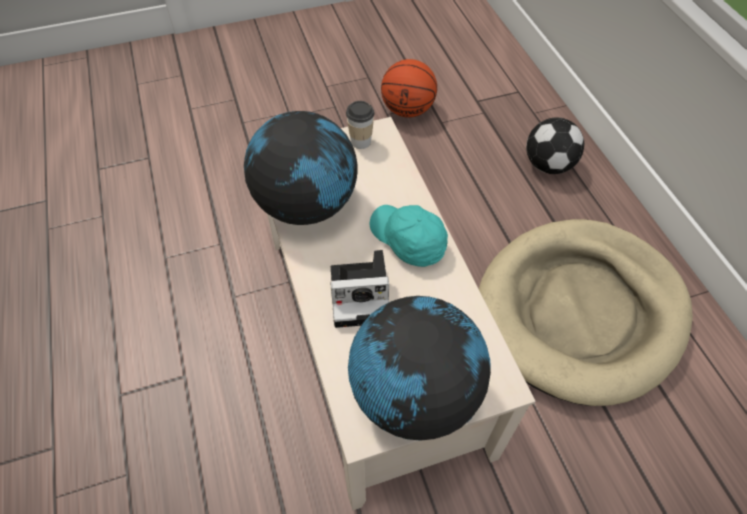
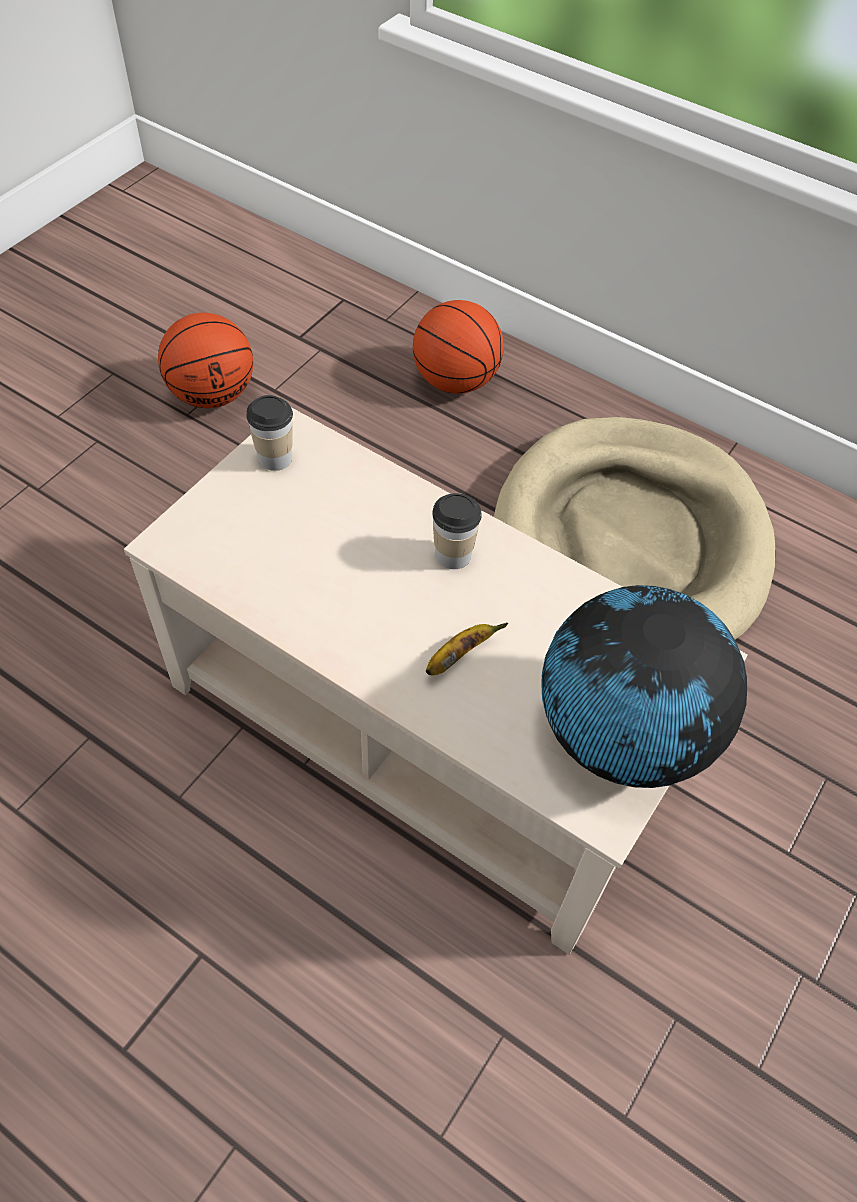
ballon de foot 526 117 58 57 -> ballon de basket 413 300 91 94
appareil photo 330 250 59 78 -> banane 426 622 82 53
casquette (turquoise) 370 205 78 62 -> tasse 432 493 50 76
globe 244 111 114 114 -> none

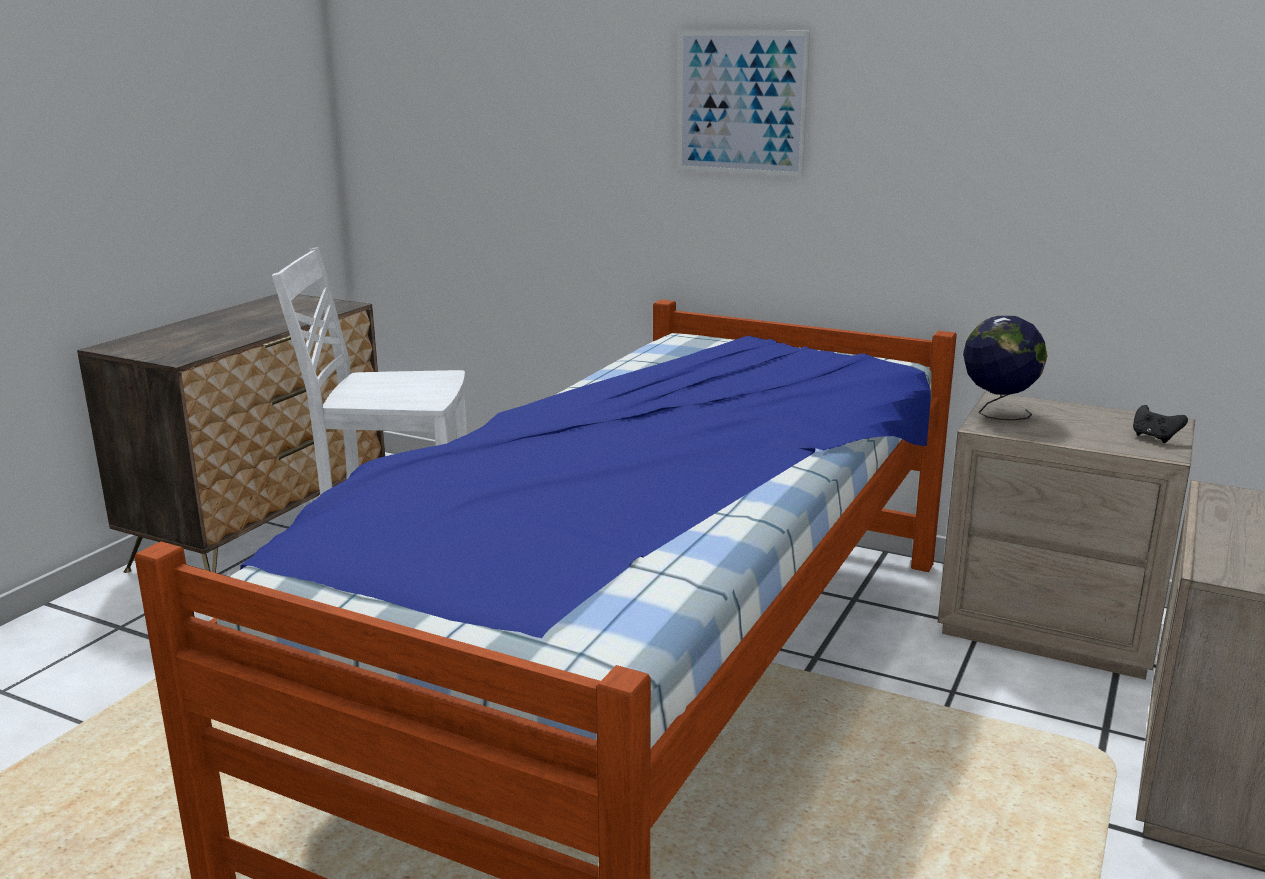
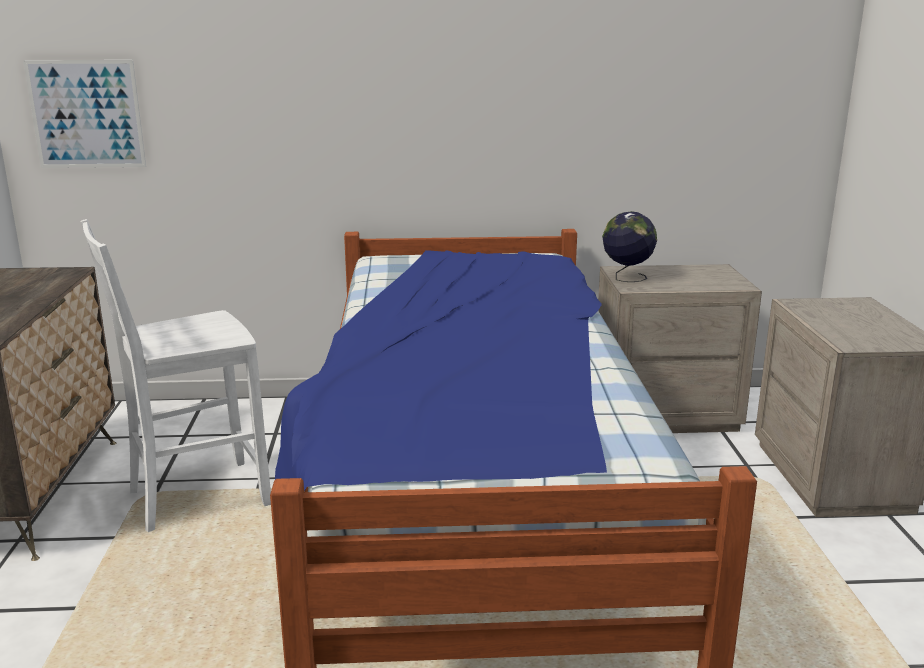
tableau 678 31 132 146 -> tableau 23 60 123 108, moved
manette (noir) 1133 405 55 38 -> none

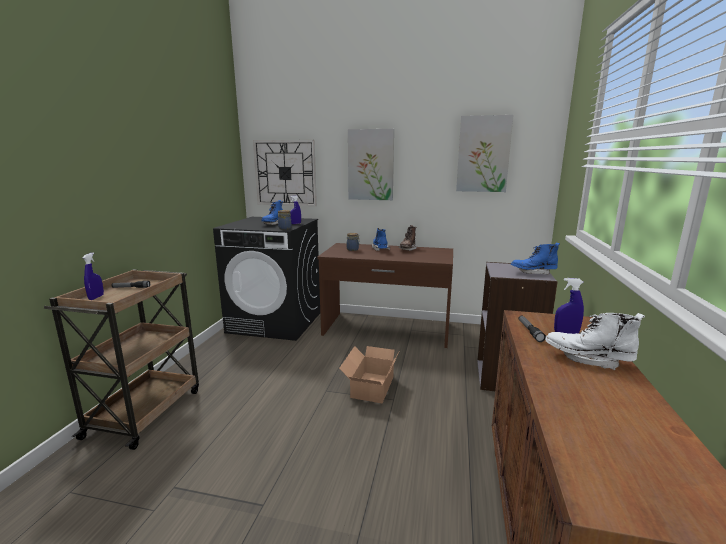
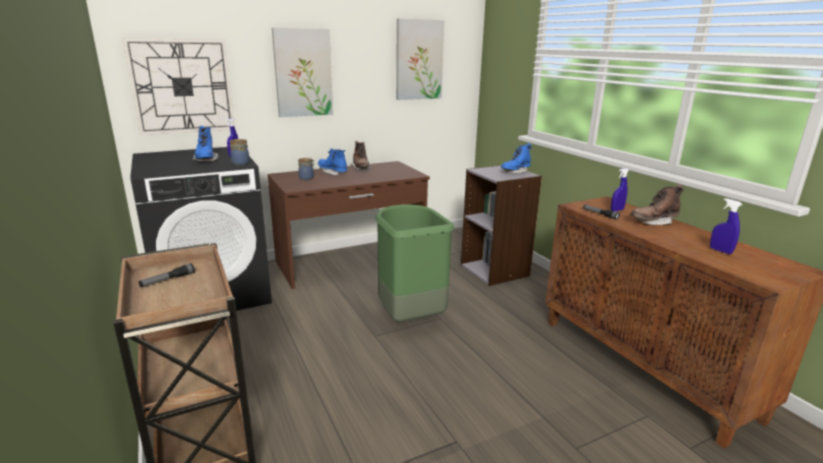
carton 339 346 61 58 -> poubelle (vert) 375 204 79 118
botte (blanc) 545 313 100 57 -> botte (marron) 630 184 54 41
vaporisateur (bleu) 83 253 21 47 -> vaporisateur (bleu) 710 198 32 56, moved

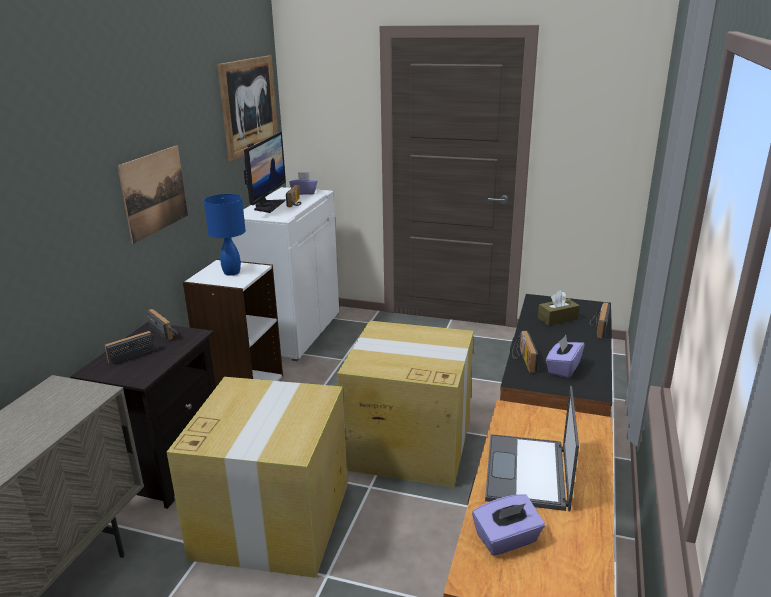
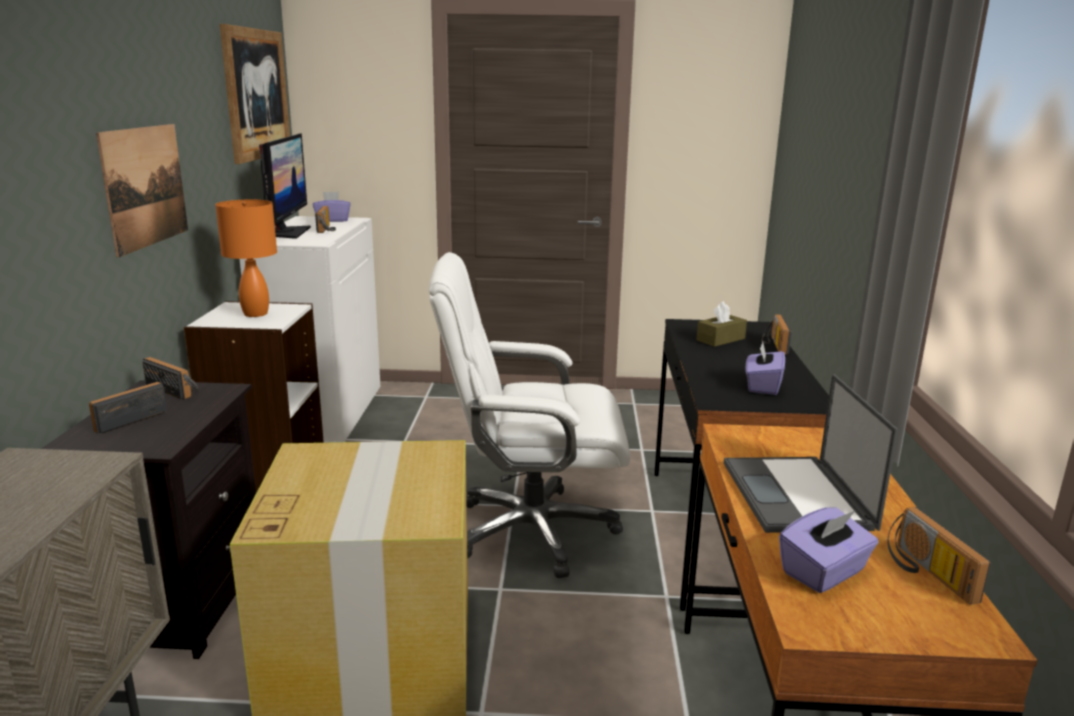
lampe de table (bleu) 204 194 42 82 -> lampe de table (orange) 215 199 62 118
carton 337 321 136 166 -> chaise de bureau (blanc) 429 252 201 326
radio 512 331 26 42 -> radio 888 507 103 98, moved

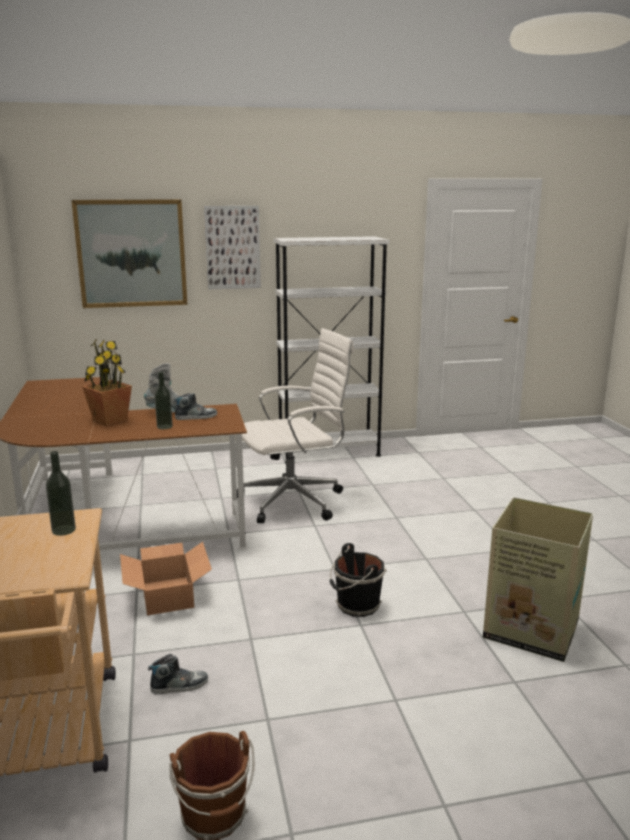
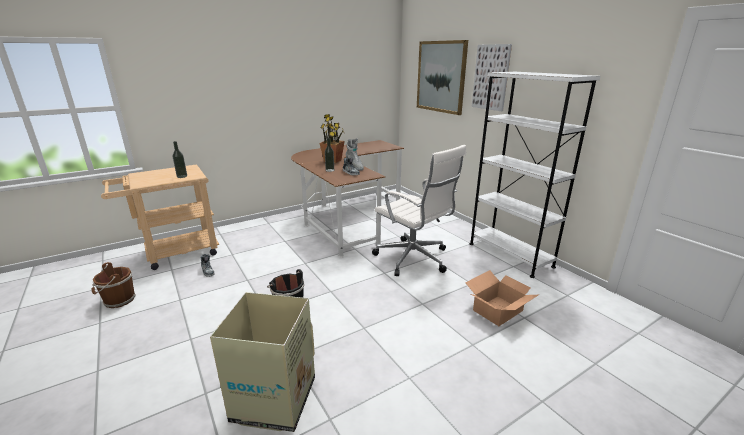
carton 120 542 92 74 -> carton 465 270 73 56, moved

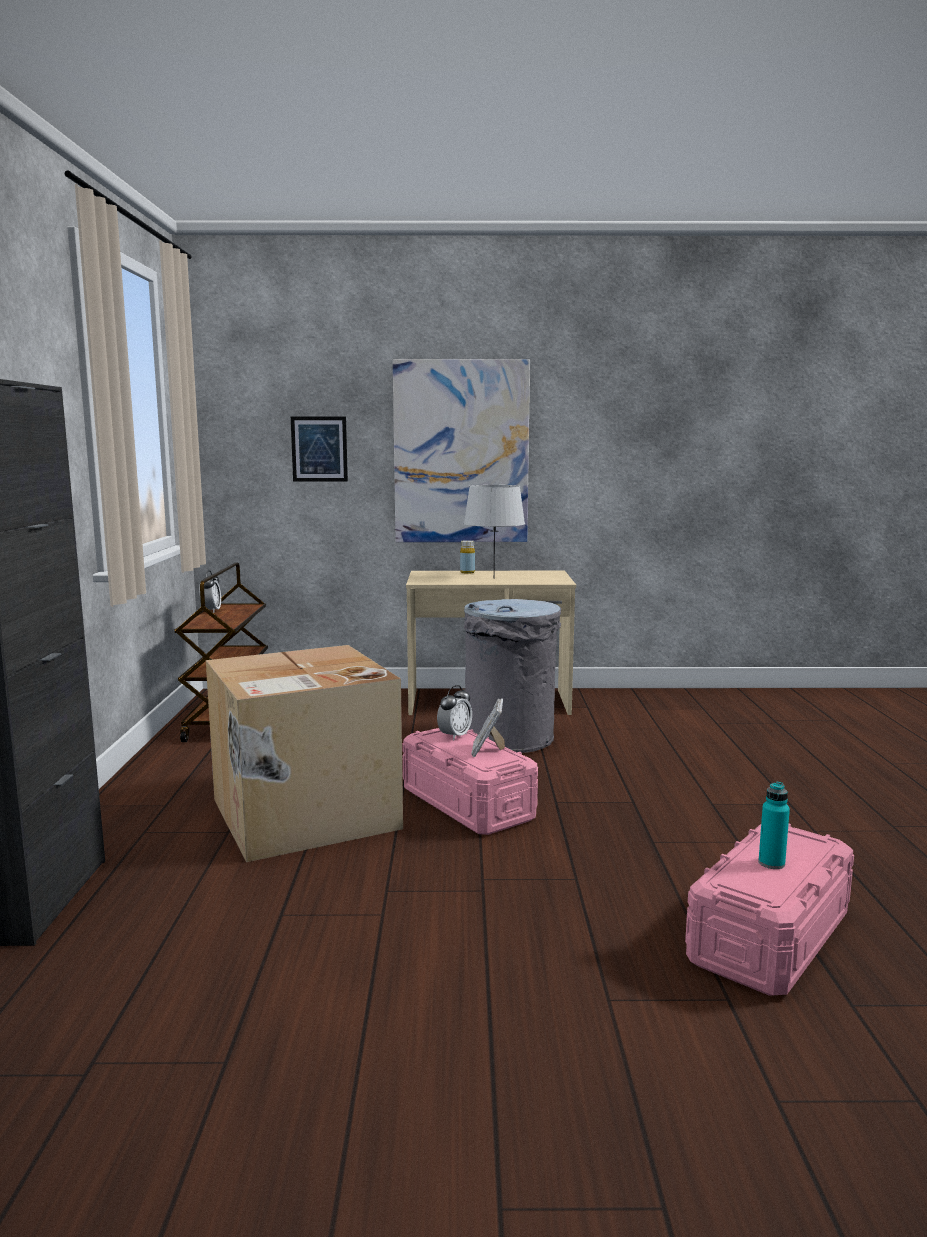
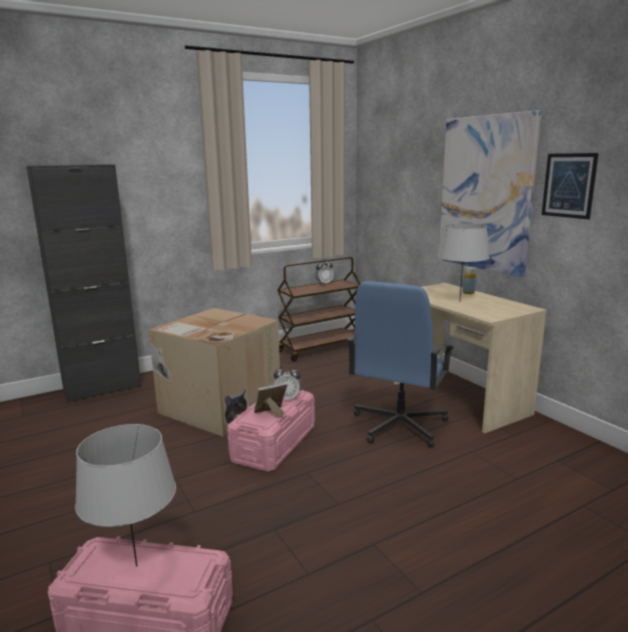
bouteille (turquoise) 758 782 32 87 -> lampe de table (gris) 75 424 101 143
poubelle (gris) 464 599 97 154 -> chaise de bureau (bleu) 347 281 106 166
tableau 291 417 57 64 -> tableau 542 153 57 66, moved

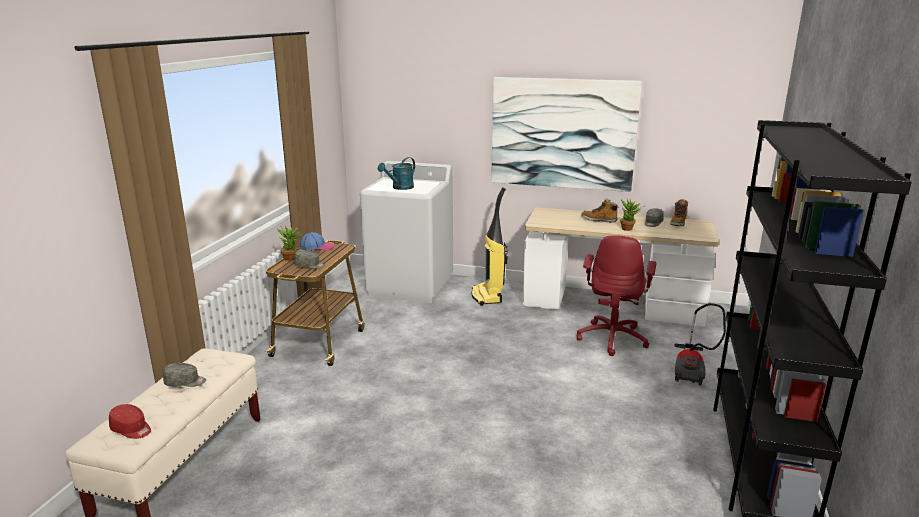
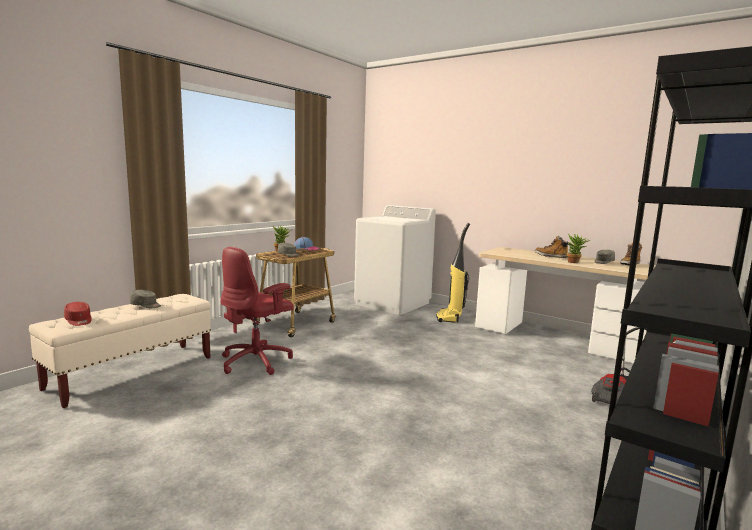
chaise de bureau (rouge) 576 235 81 121 -> chaise de bureau (rouge) 220 247 74 128, moved
arrosoir (turquoise) 378 157 37 33 -> none
tableau 491 77 151 115 -> none

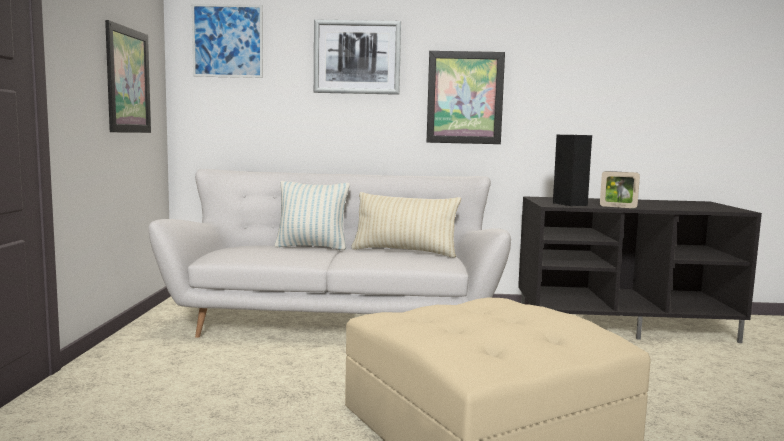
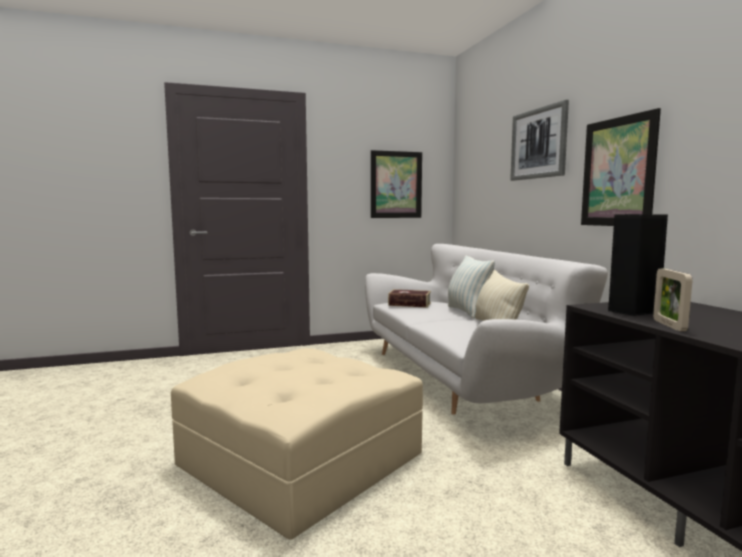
none -> livre 388 289 43 19
tableau 192 4 71 74 -> none

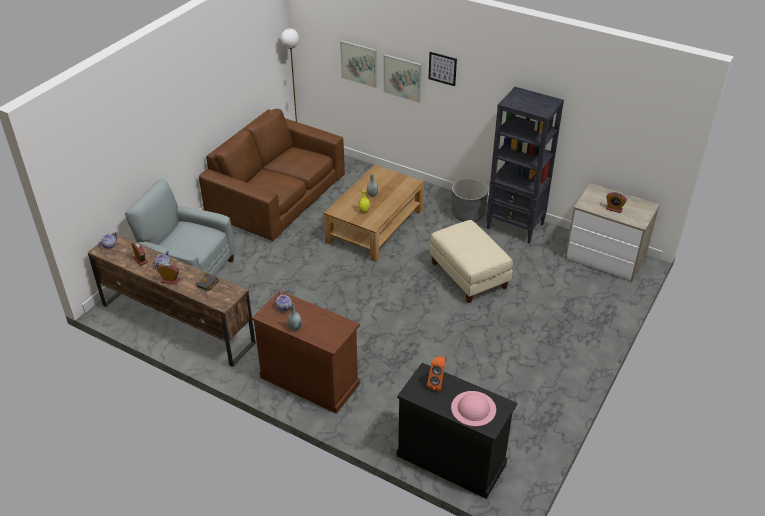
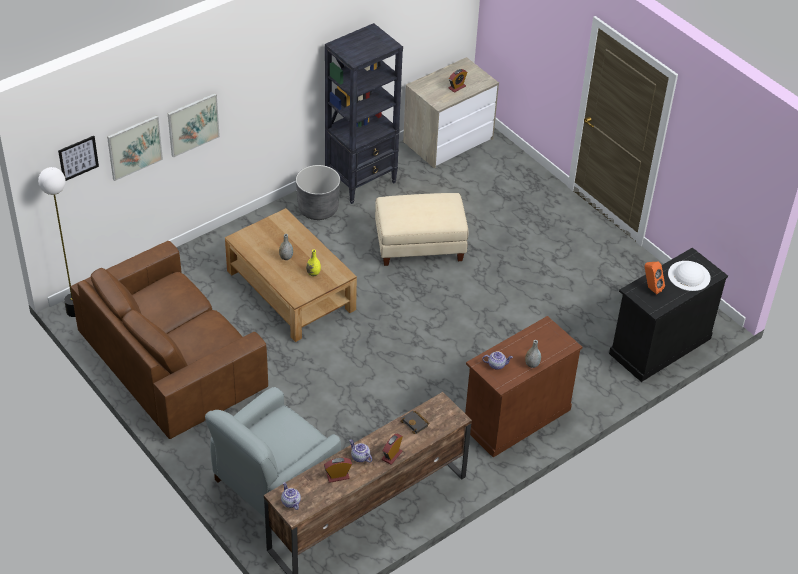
tableau 428 52 29 34 -> tableau 58 136 41 45, moved
chapeau (rose) 451 391 45 35 -> chapeau (blanc) 668 261 43 30

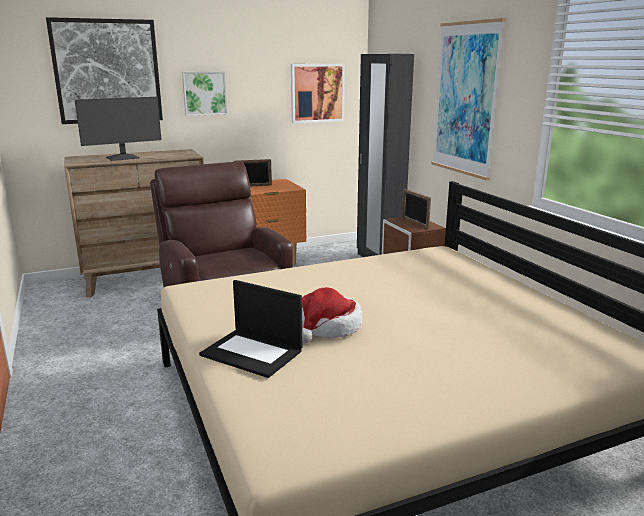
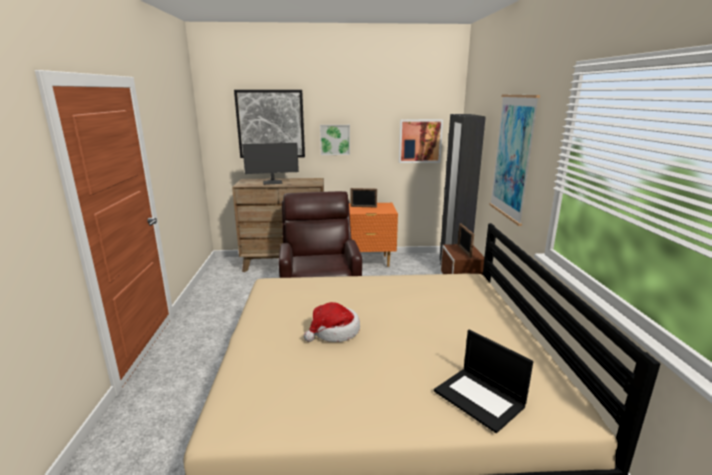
ordinateur portable 199 280 103 98 -> ordinateur portable 434 330 99 103, moved

